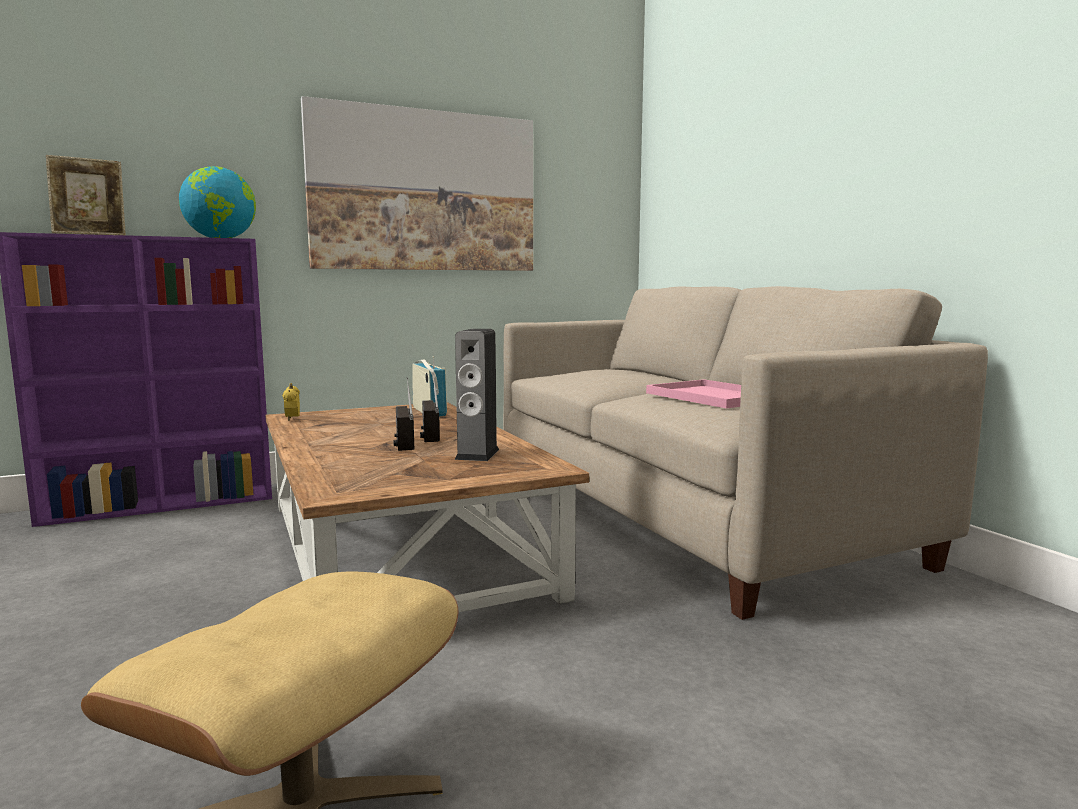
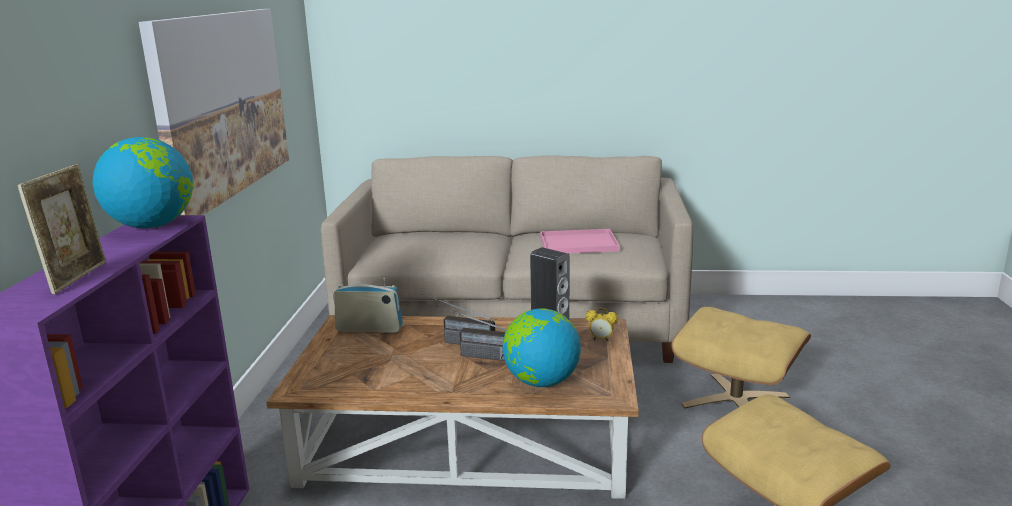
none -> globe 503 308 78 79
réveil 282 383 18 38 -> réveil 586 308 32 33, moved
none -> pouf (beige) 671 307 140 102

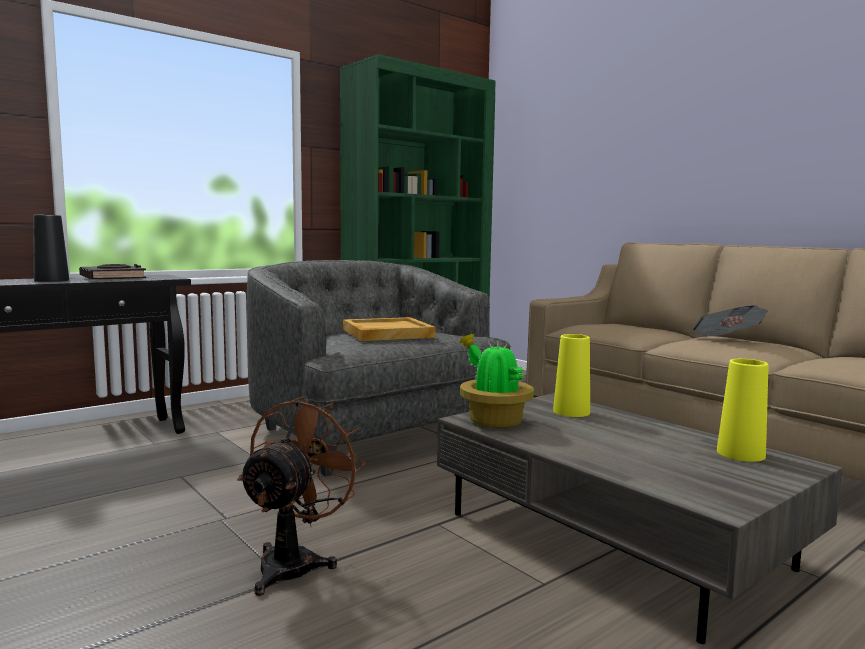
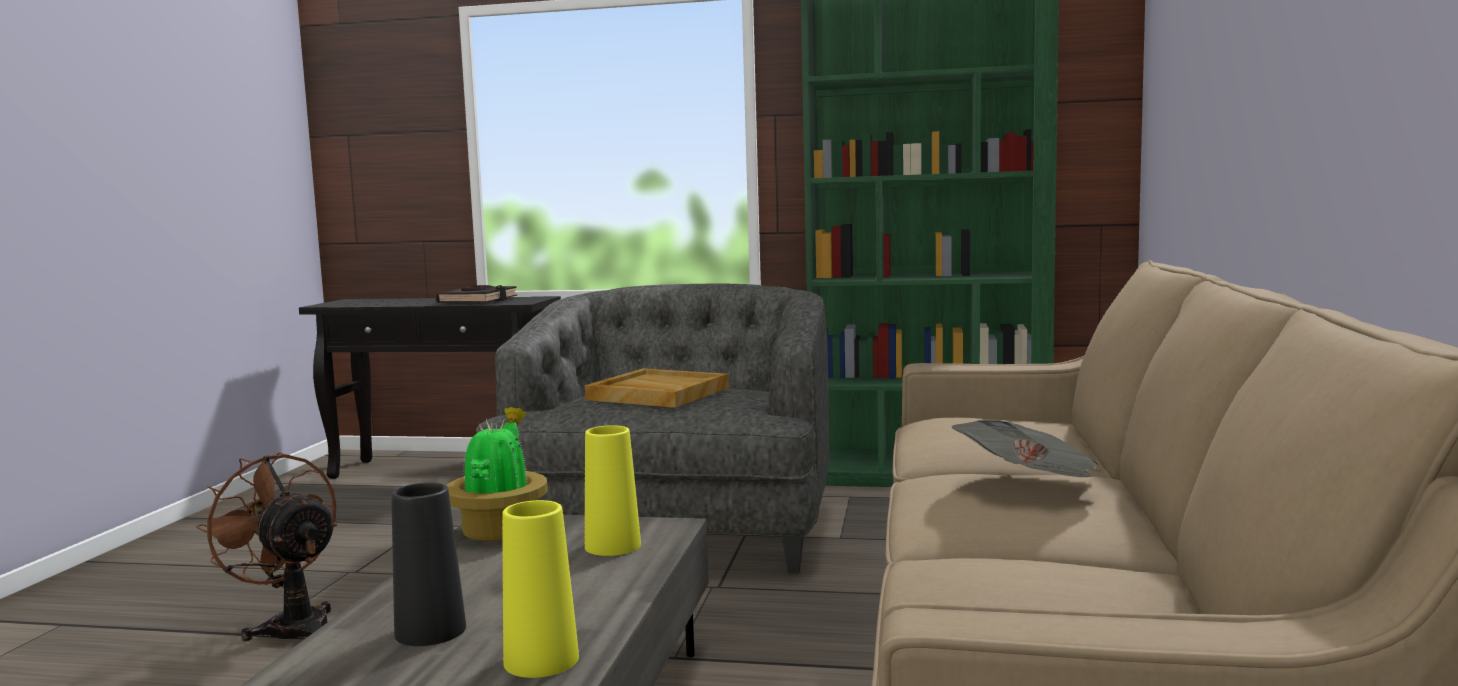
ventilateur (marron) 237 397 129 199 -> ventilateur (marron) 196 452 142 189, 120 degrees counterclockwise
vase (noir) 33 215 36 67 -> vase (noir) 391 483 75 163, moved

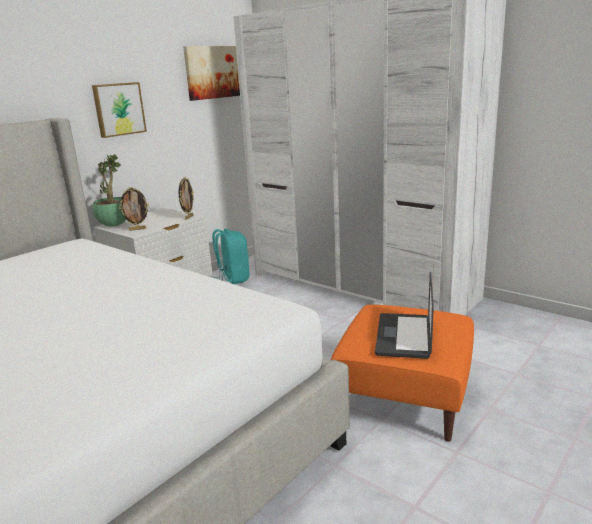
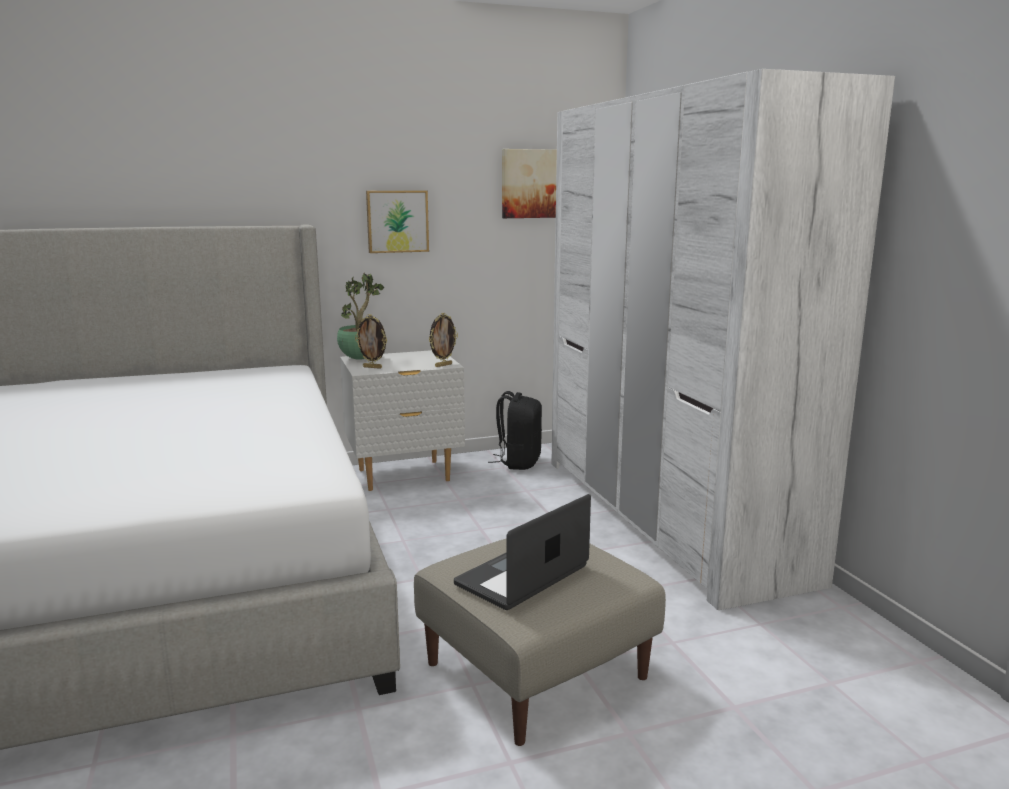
pouf (orange) 330 304 144 138 -> pouf (beige) 414 538 252 208
sac à dos (turquoise) 212 229 37 55 -> sac à dos (noir) 488 391 54 79

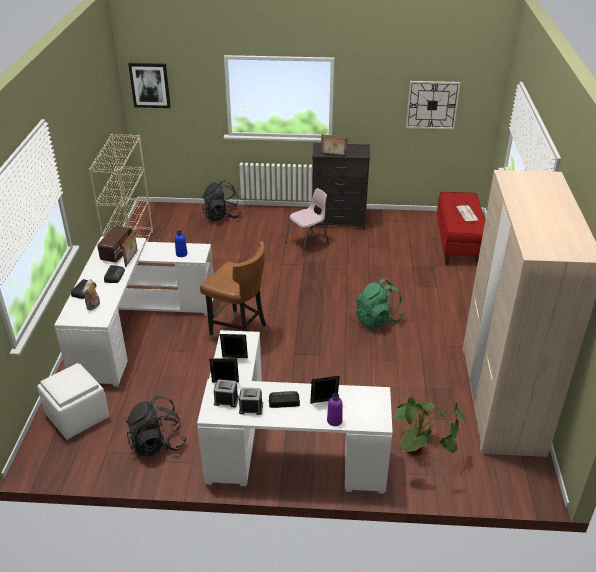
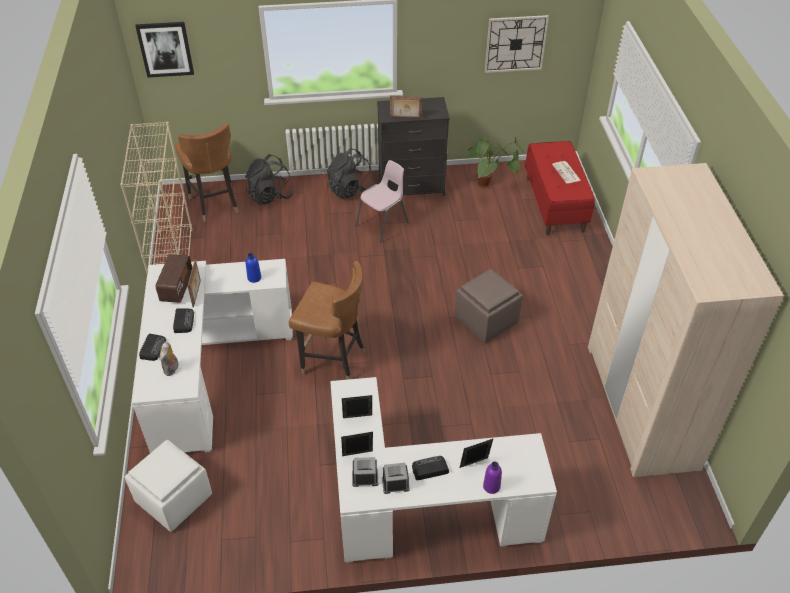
none -> chaise (marron) 175 123 64 99
sac à dos (noir) 126 396 61 61 -> sac à dos (noir) 327 148 47 51, moved
sac à dos (vert) 356 278 47 51 -> pouf (marron) 455 269 68 74
plante en pot 394 397 71 59 -> plante en pot 467 136 56 51, moved

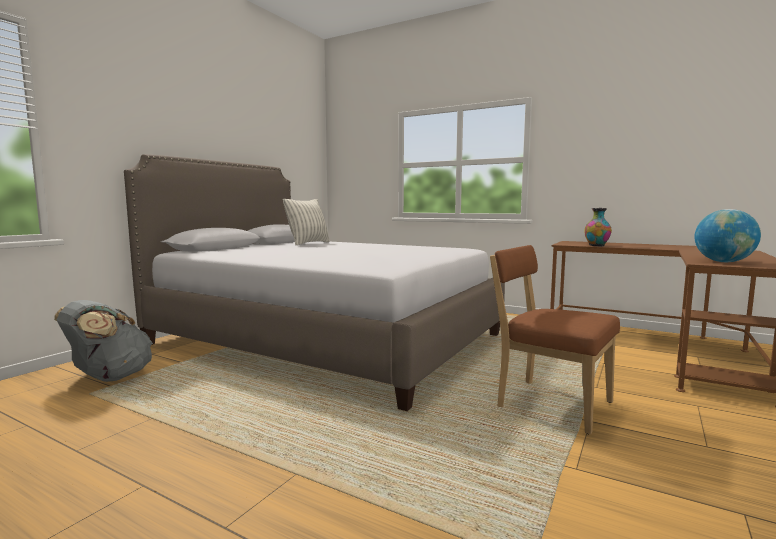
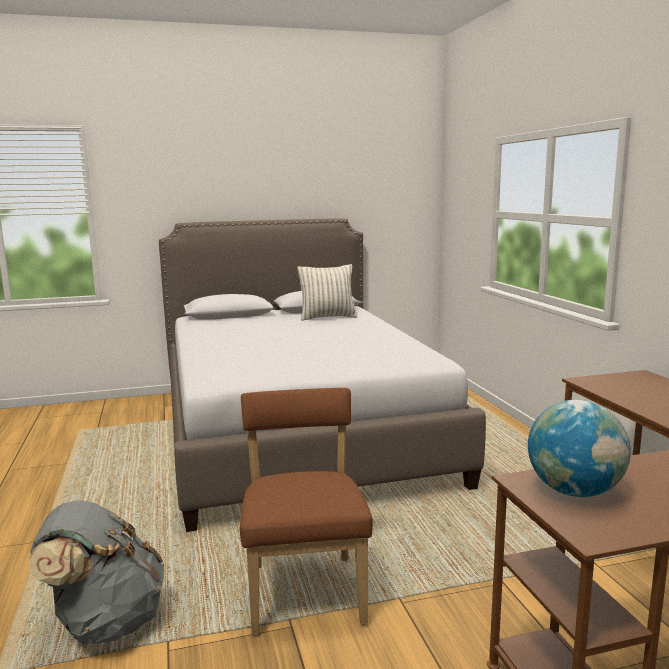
sac à dos (gris) 54 300 99 82 -> sac à dos (gris) 29 501 135 143, moved
vase 584 208 28 38 -> none

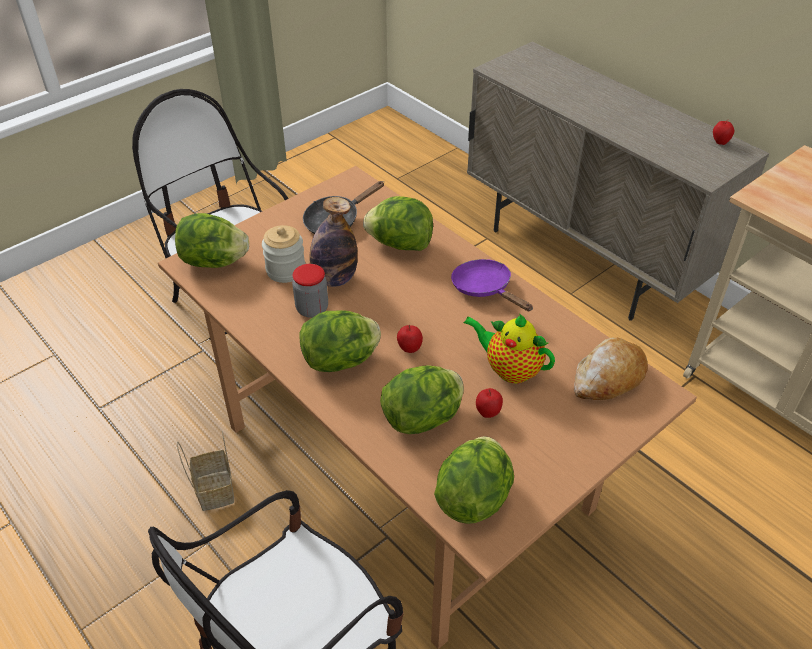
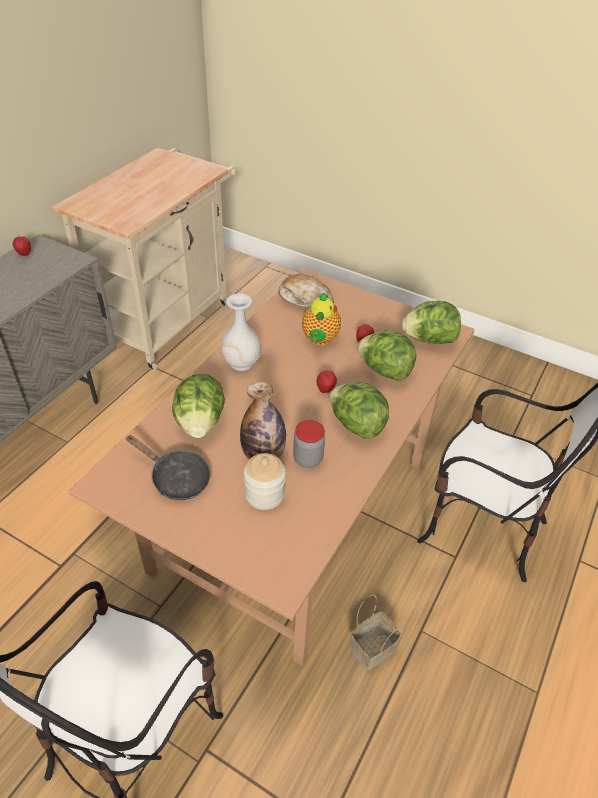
poêle (violet) 451 259 82 52 -> vase (blanc) 221 293 40 78
laitue 175 213 74 55 -> none

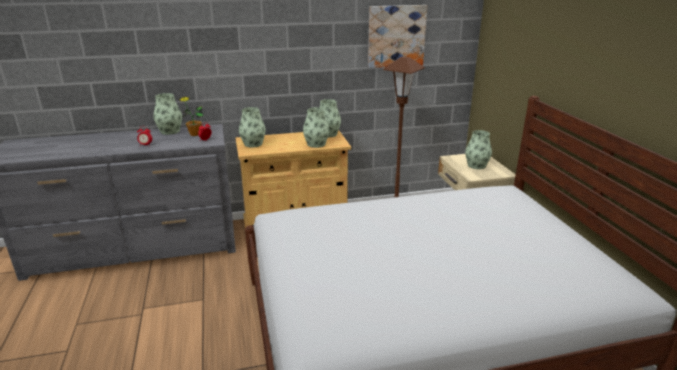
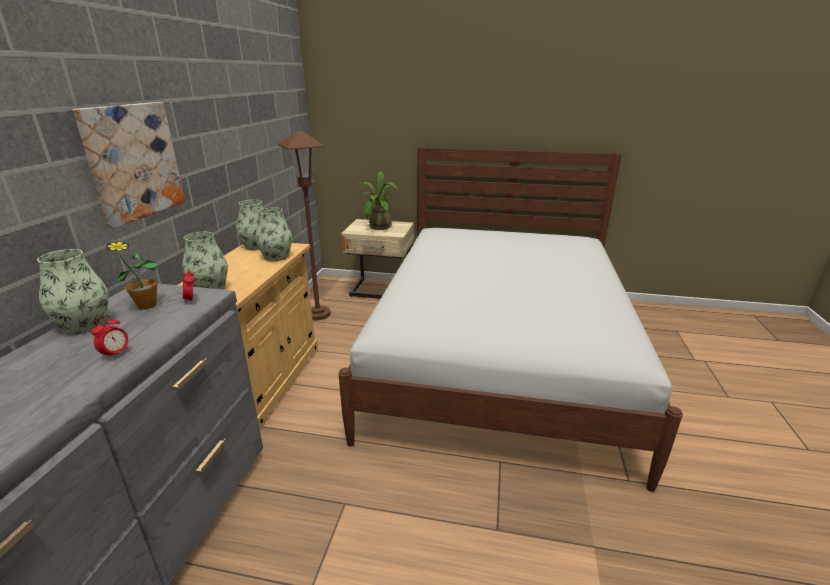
tableau 368 5 59 63 -> tableau 73 102 112 127, moved
vase 465 130 27 39 -> plante en pot 359 171 39 59

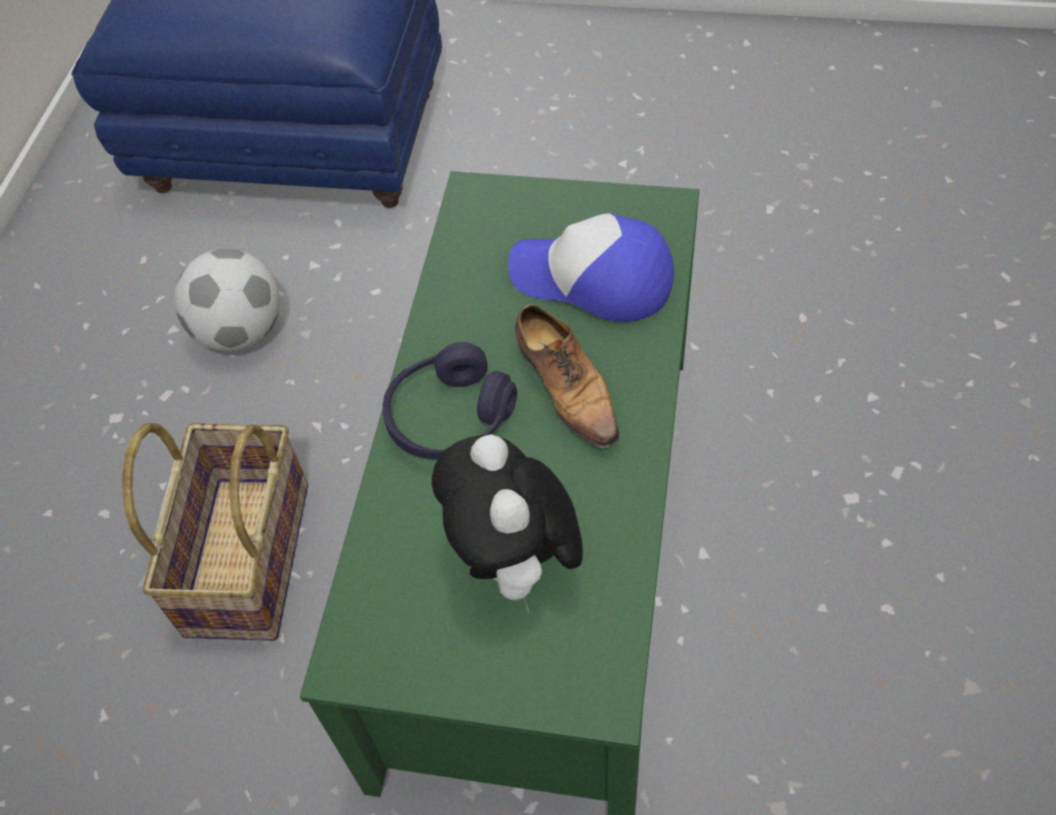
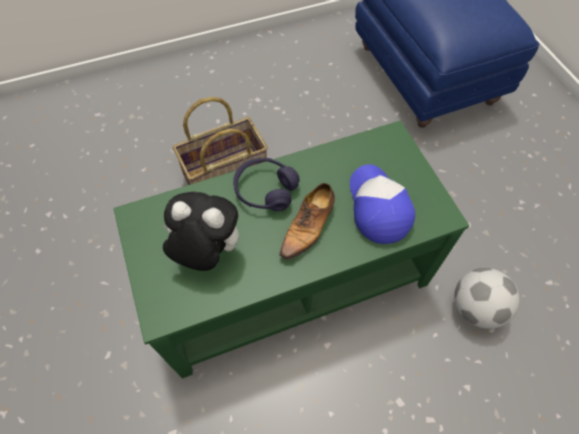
peluche 432 434 151 179 -> peluche 162 192 77 79, 60 degrees clockwise
ballon de foot 174 249 106 102 -> ballon de foot 454 268 66 61, moved

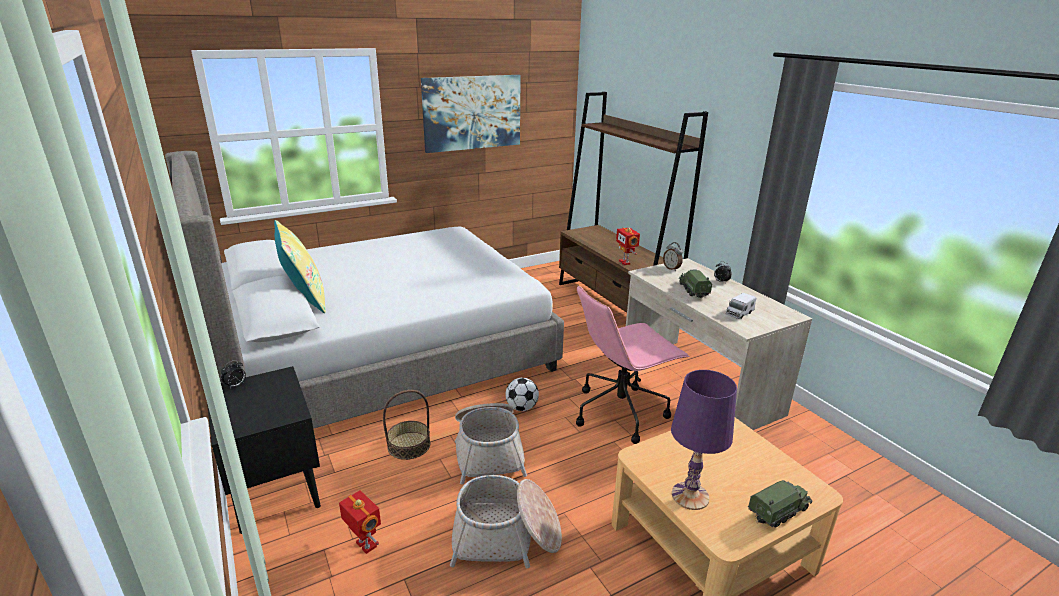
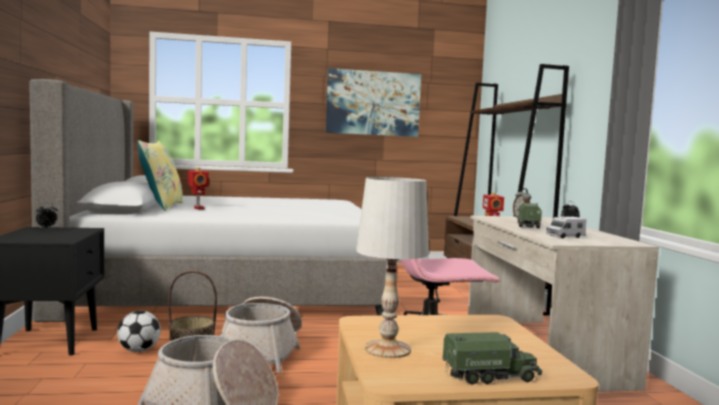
ballon de foot 506 378 33 33 -> ballon de foot 117 311 44 41, moved
robot jouet 339 490 42 64 -> robot jouet 188 167 21 42, moved
lampe de table (violet) 671 370 66 140 -> lampe de table (blanc) 356 177 73 181

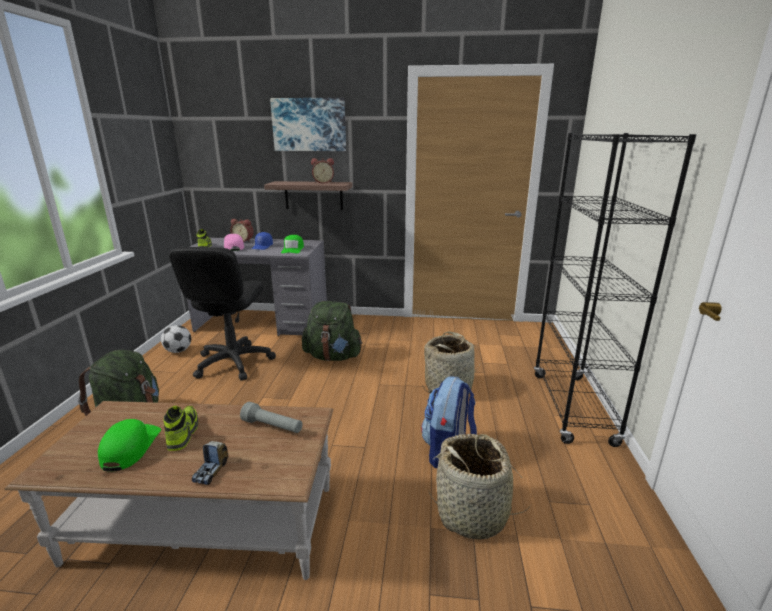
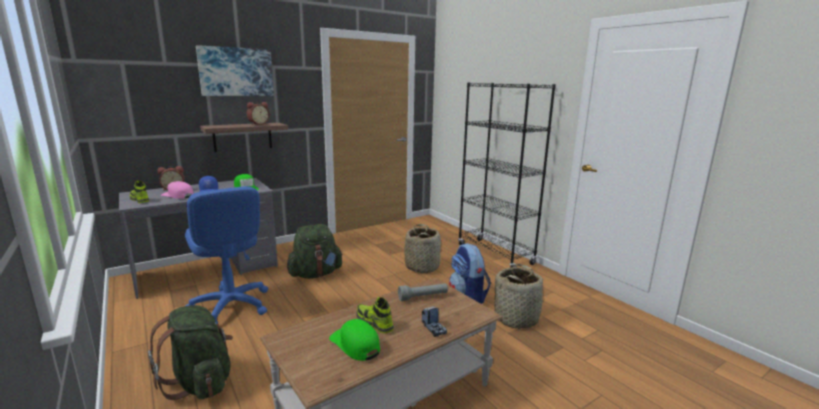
chaise de bureau (noir) 169 247 107 134 -> chaise de bureau (bleu) 185 186 83 138
ballon de foot 161 325 30 28 -> none

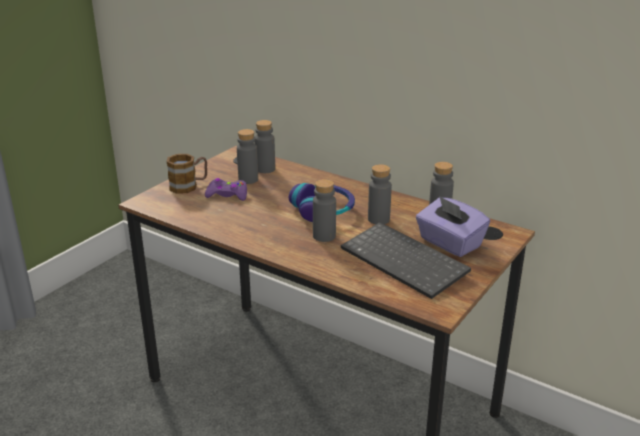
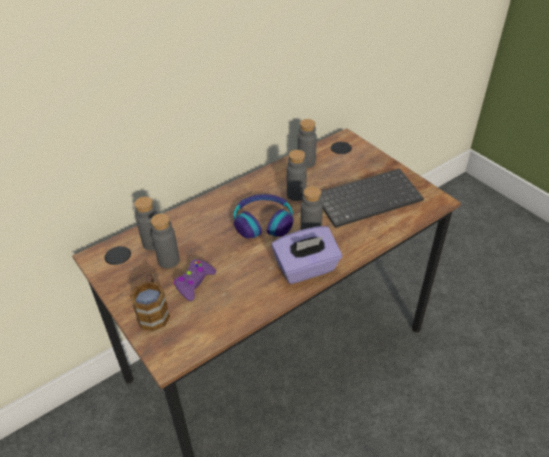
boîte à mouchoirs (violet) 416 196 74 61 -> boîte à mouchoirs (violet) 271 226 71 58, moved

